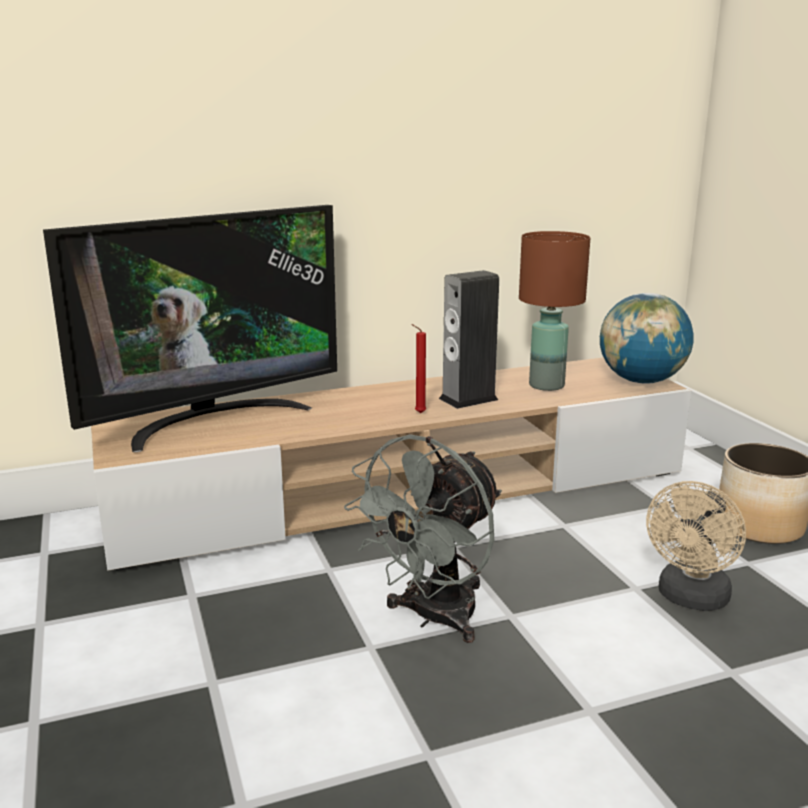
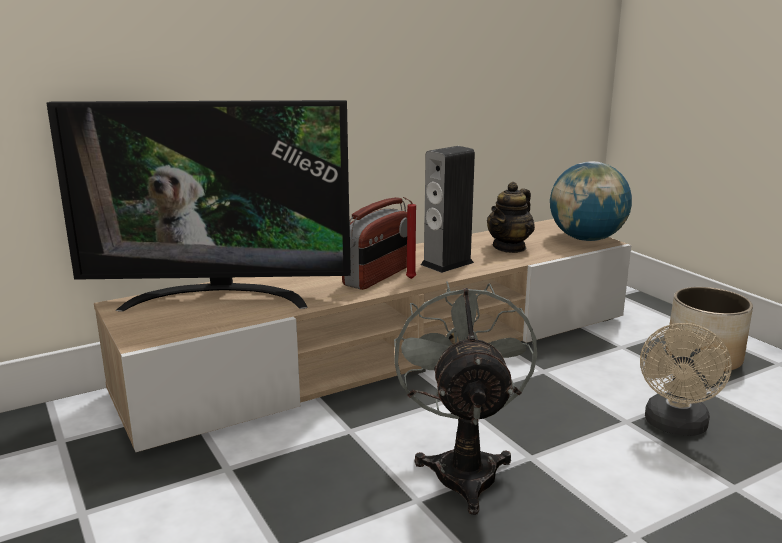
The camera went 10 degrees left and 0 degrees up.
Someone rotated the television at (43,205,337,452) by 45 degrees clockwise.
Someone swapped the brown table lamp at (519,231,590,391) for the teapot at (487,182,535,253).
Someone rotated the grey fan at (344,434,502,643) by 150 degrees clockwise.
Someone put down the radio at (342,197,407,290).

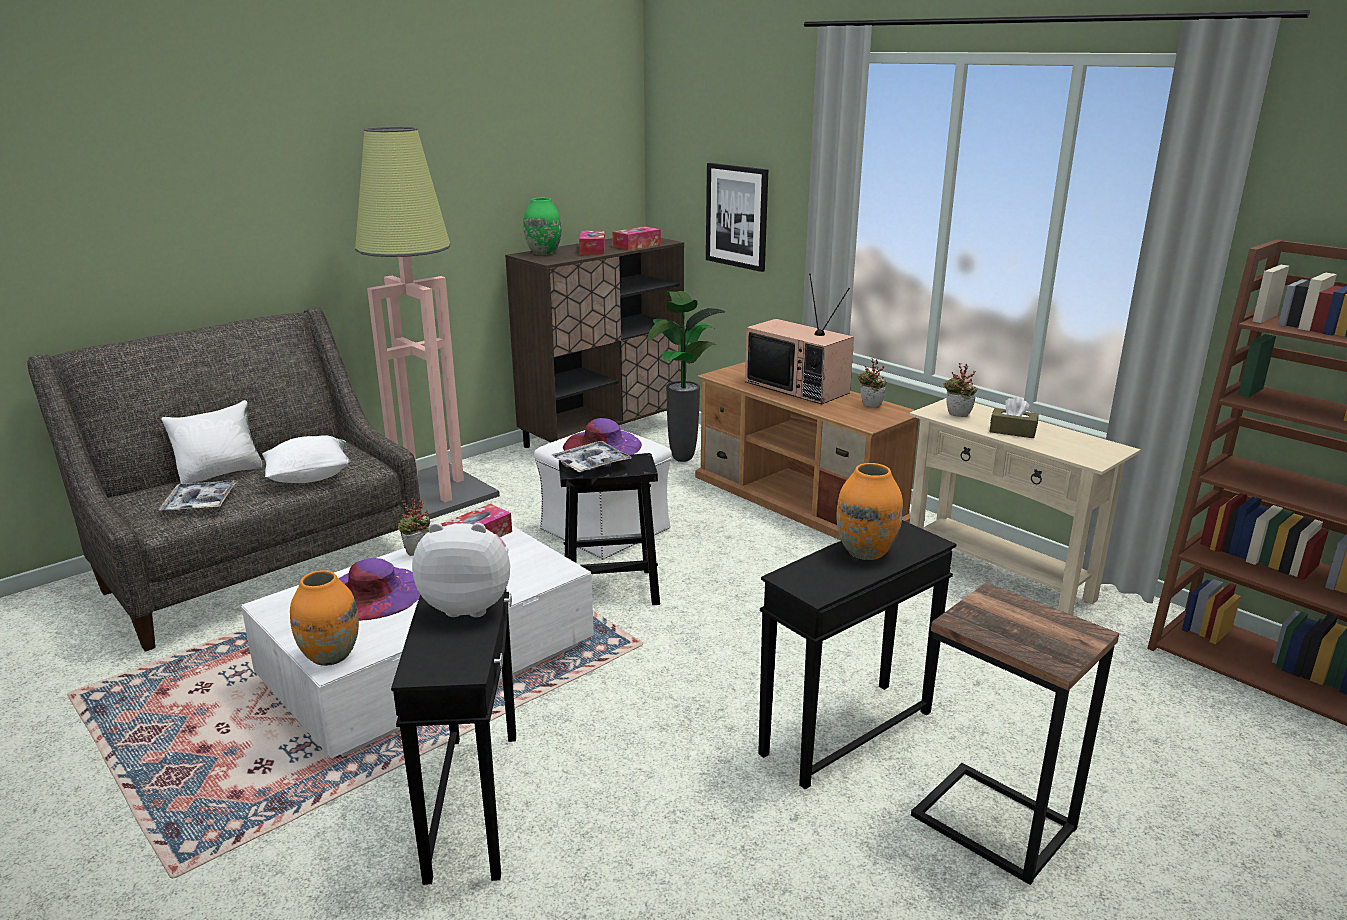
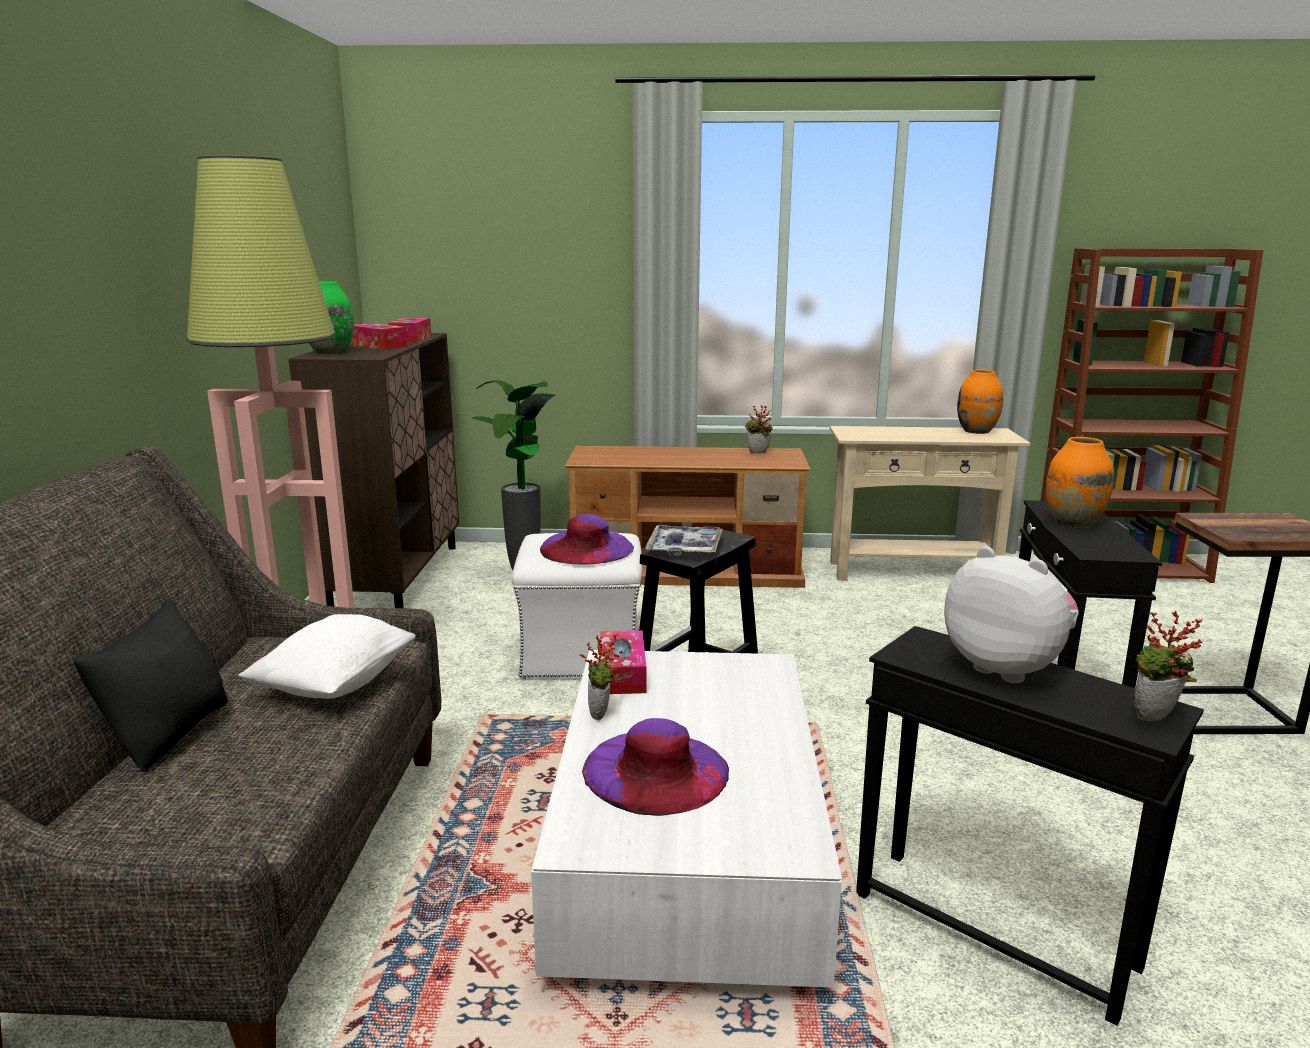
The camera went 45 degrees left and 5 degrees down.
Someone took away the picture at (706,163,768,272).
Someone took away the television at (745,274,854,404).
Someone carried the potted plant from (943,363,978,417) to (1135,611,1203,721).
Someone took away the brown tissue box at (989,396,1039,438).
Someone repainted the white pillow at (161,400,264,483), which became the black pillow at (74,598,228,772).
Someone took away the tray at (158,480,238,513).
Someone rotated the plush toy at (412,522,510,617) by 90 degrees clockwise.
Someone carried the orange vase from (290,570,359,666) to (957,369,1003,434).

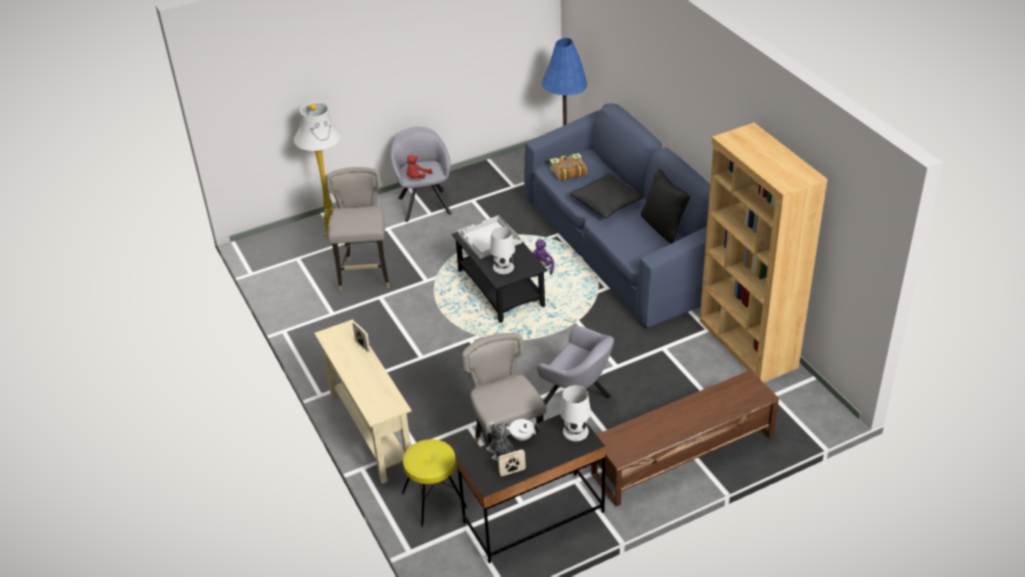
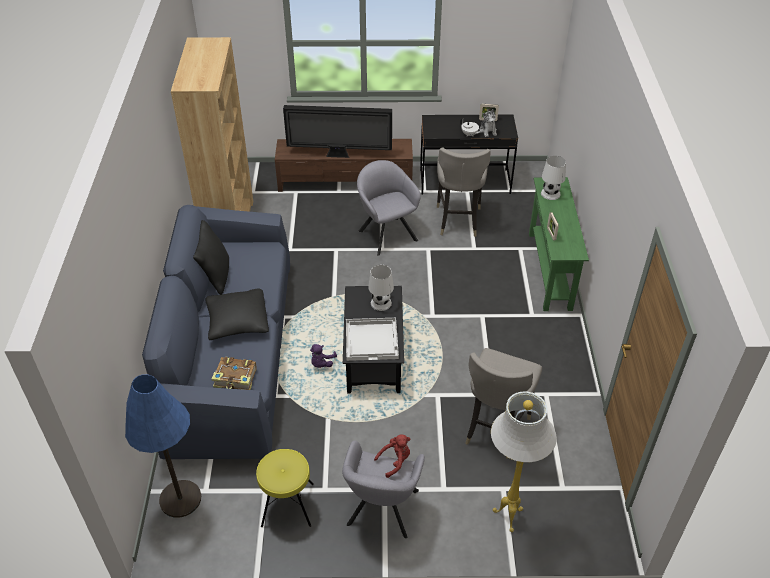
The camera went 155 degrees left and 5 degrees up.
Someone repainted the beige console table at (314,319,412,484), which became the green console table at (529,177,589,311).
Someone carried the white table lamp from (560,385,591,441) to (541,156,566,200).
Someone carried the yellow stool from (402,439,467,527) to (256,449,314,527).
Someone put down the television at (283,105,392,158).

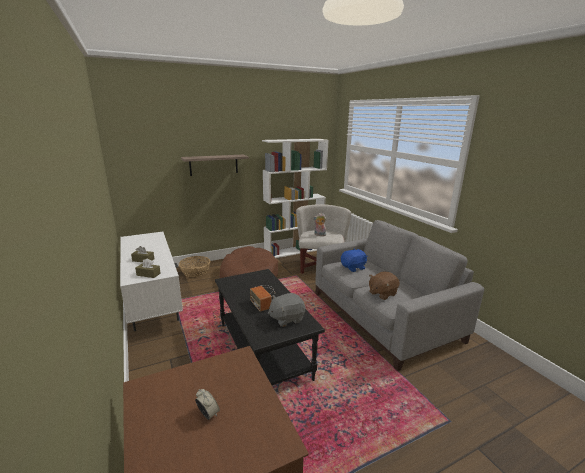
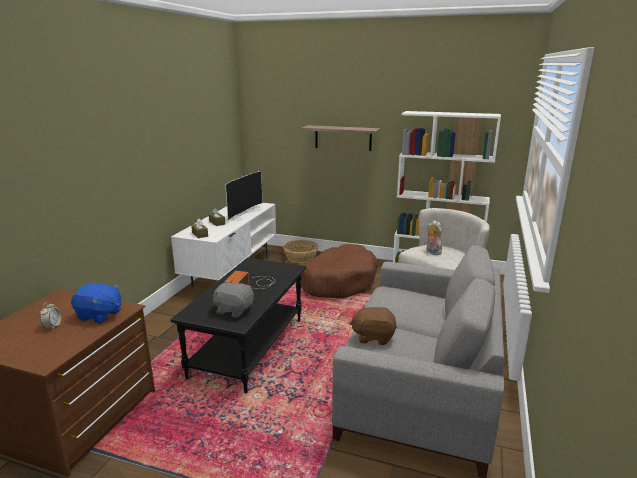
The camera went 45 degrees right and 0 degrees up.
Someone carried the blue plush toy from (341,249,368,272) to (71,283,121,324).
Someone put down the television at (225,171,263,221).

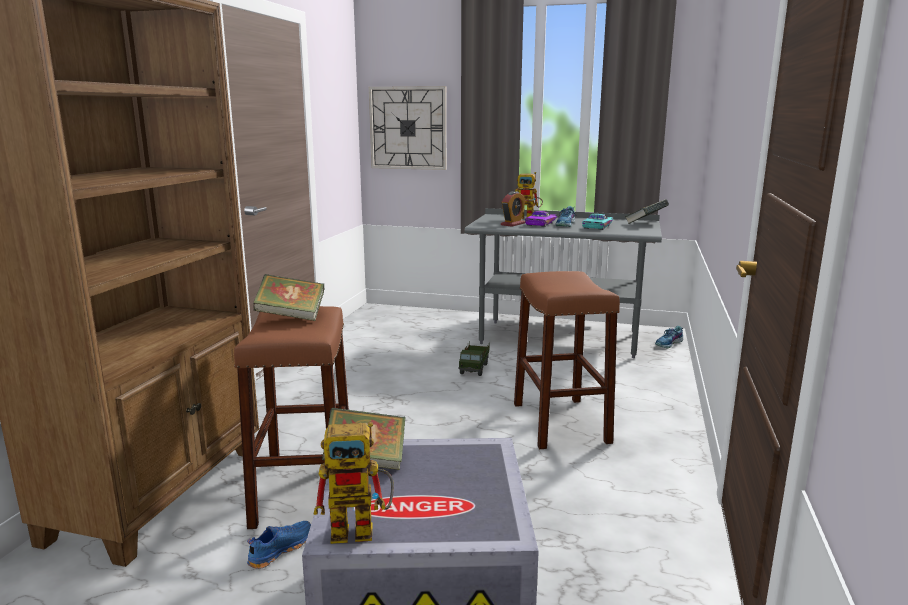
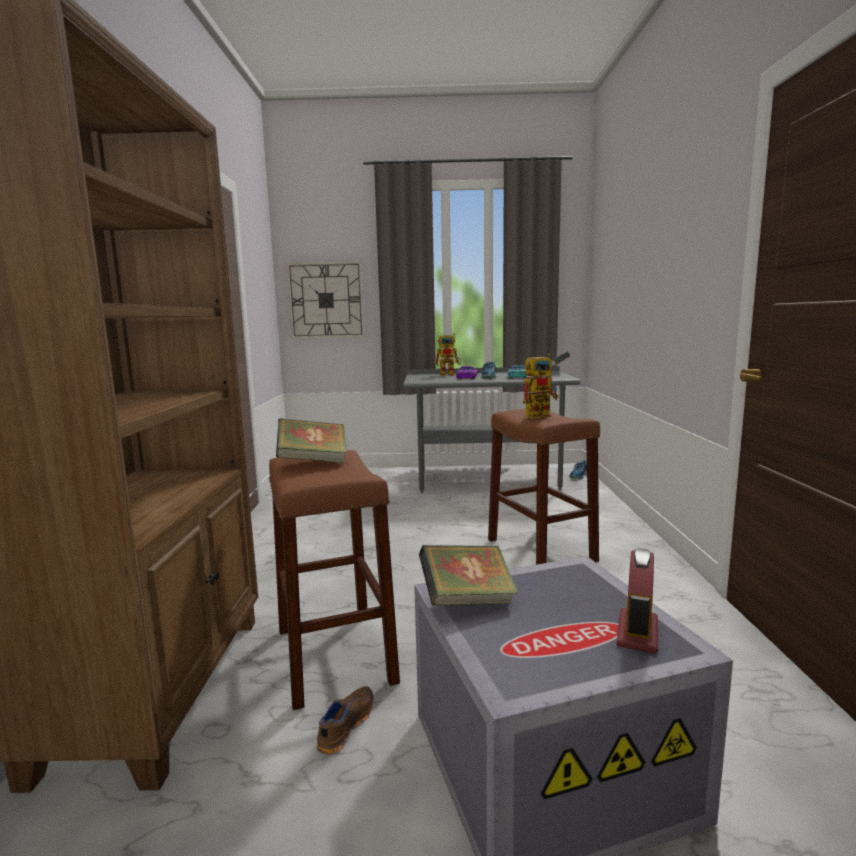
The camera went 15 degrees left and 5 degrees down.
Someone carried the alarm clock from (501,191,526,227) to (617,548,658,654).
Someone took away the toy truck at (459,341,490,376).
Someone carried the toy robot from (313,422,394,544) to (523,354,559,419).
Someone repainted the blue shoe at (247,521,311,569), which became the brown shoe at (317,686,374,755).

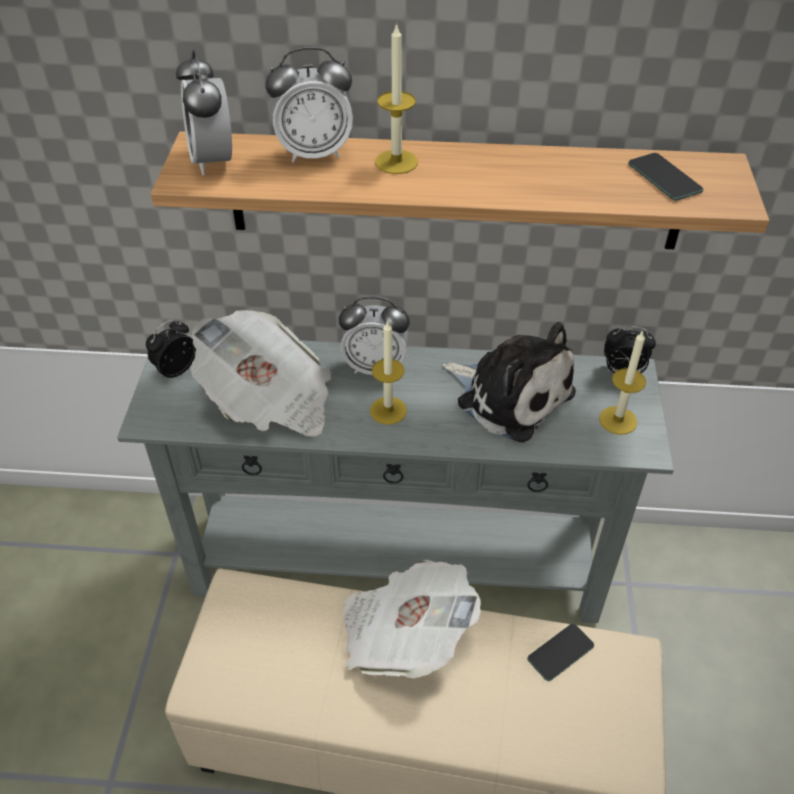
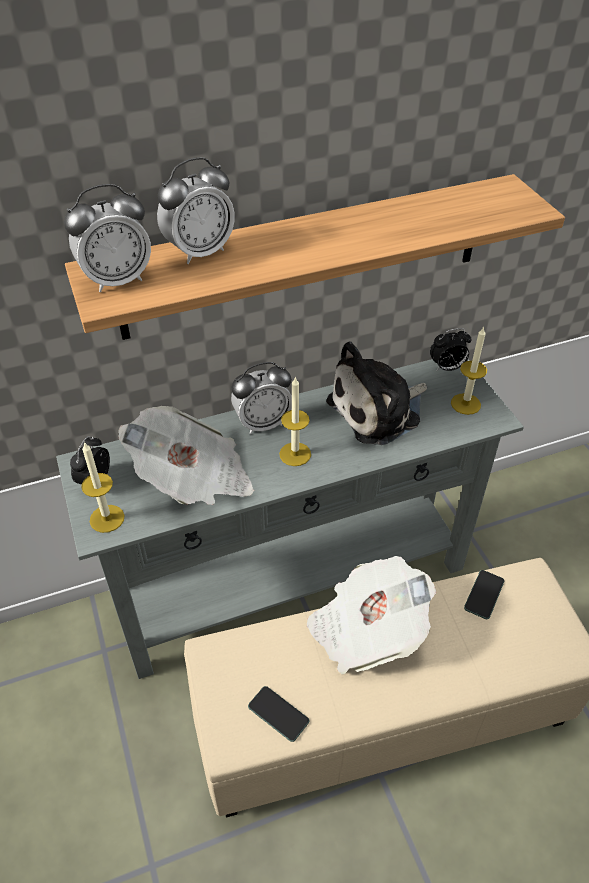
The camera went 25 degrees left and 0 degrees up.
Someone carried the candle from (375,22,418,174) to (81,442,125,533).
Someone rotated the alarm clock at (176,50,232,175) by 75 degrees counterclockwise.
Someone carried the phone from (628,153,703,201) to (248,686,310,742).
Someone rotated the plush toy at (443,322,576,443) by 135 degrees clockwise.

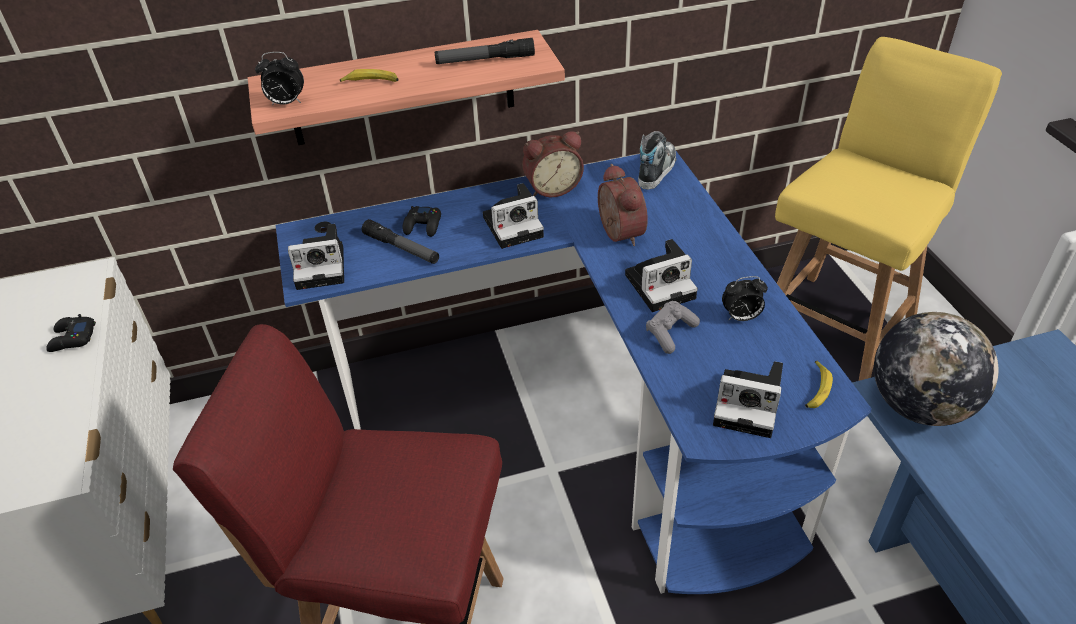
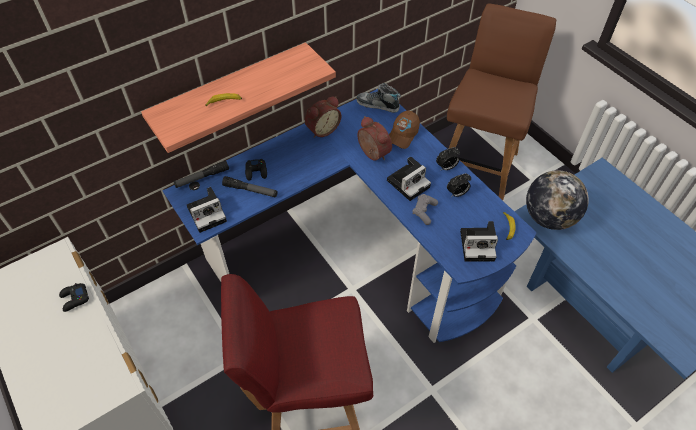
The camera went 20 degrees left and 10 degrees up.
Someone repainted the yellow chair at (775,37,1002,381), which became the brown chair at (447,4,557,200).
Someone carried the flashlight from (435,38,535,64) to (174,160,229,188).
Someone carried the alarm clock from (255,52,304,106) to (436,147,460,170).
Someone rotated the shoe at (638,131,676,190) by 75 degrees counterclockwise.
Someone took away the photo camera at (483,183,544,249).
Someone put down the brown cap at (389,111,420,149).

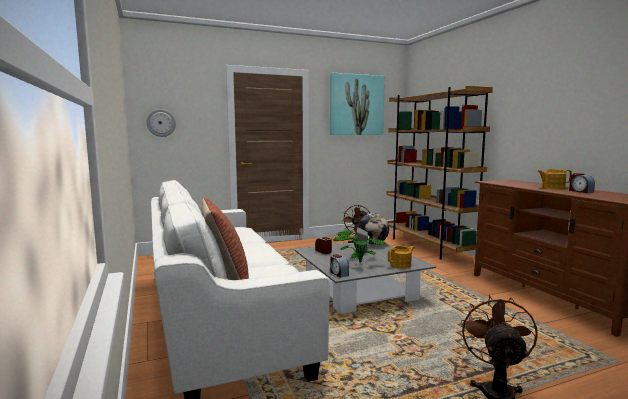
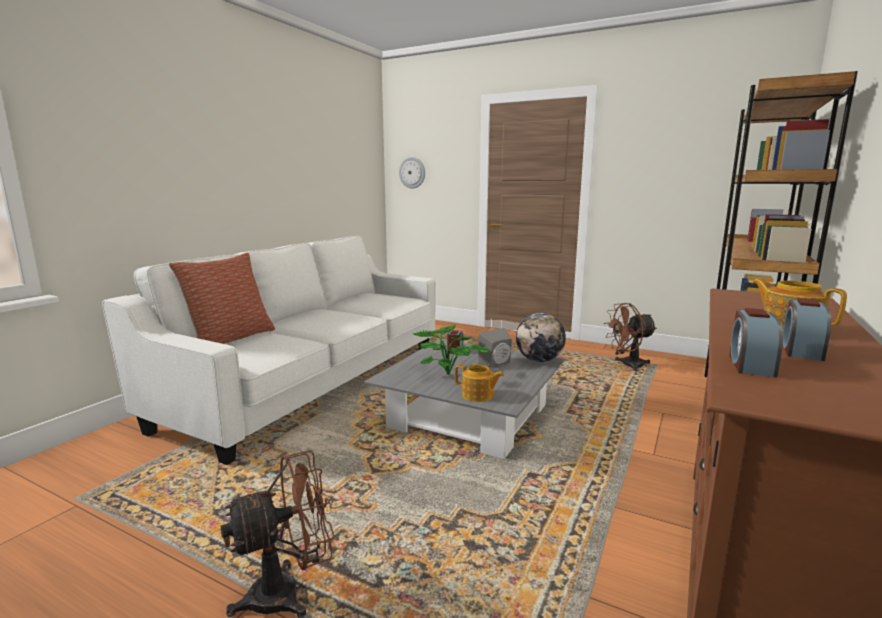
The camera went 50 degrees right and 5 degrees up.
Someone took away the picture at (330,73,385,135).
Someone carried the alarm clock from (330,254,349,278) to (729,308,783,378).

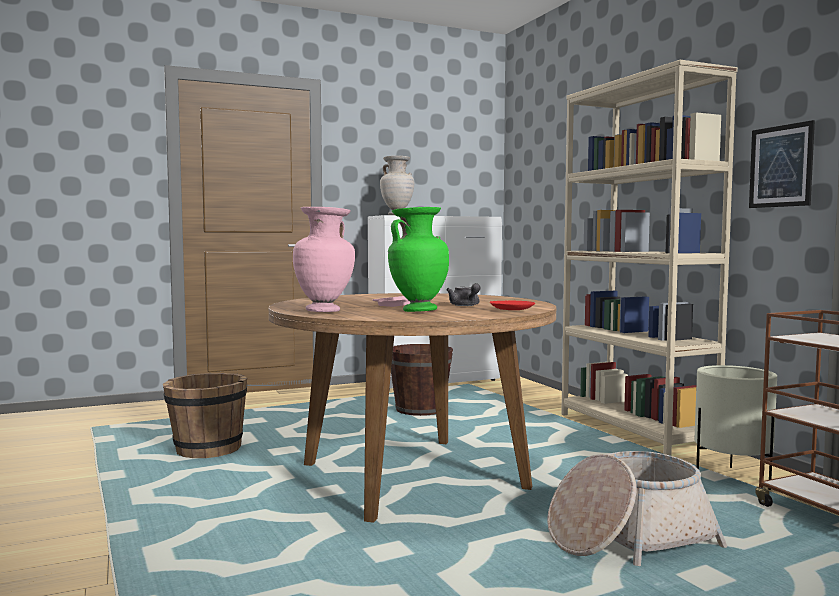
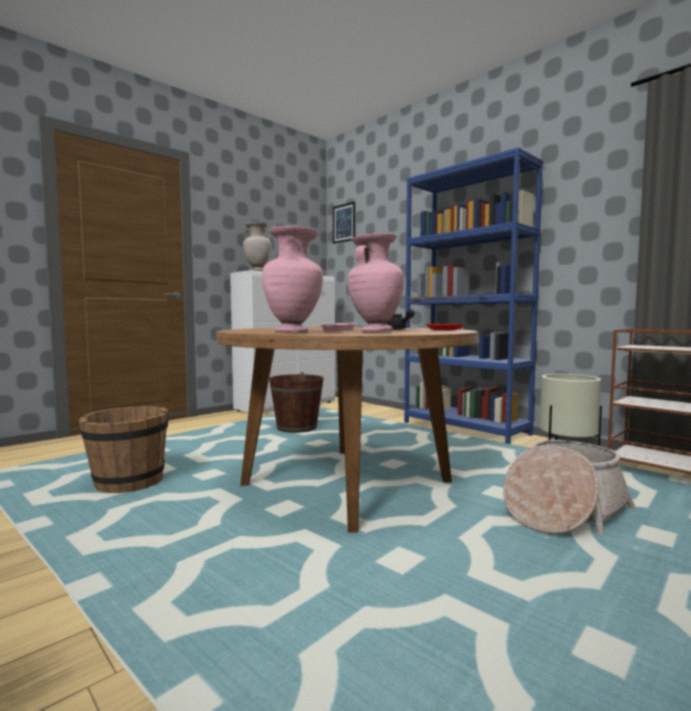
The camera went 20 degrees left and 0 degrees up.
Someone repainted the beige bookcase at (561,60,738,456), which became the blue bookcase at (404,147,544,444).
Someone carried the picture from (749,120,815,208) to (333,201,355,244).
Someone repainted the green vase at (388,207,449,312), which became the pink vase at (348,233,404,332).

